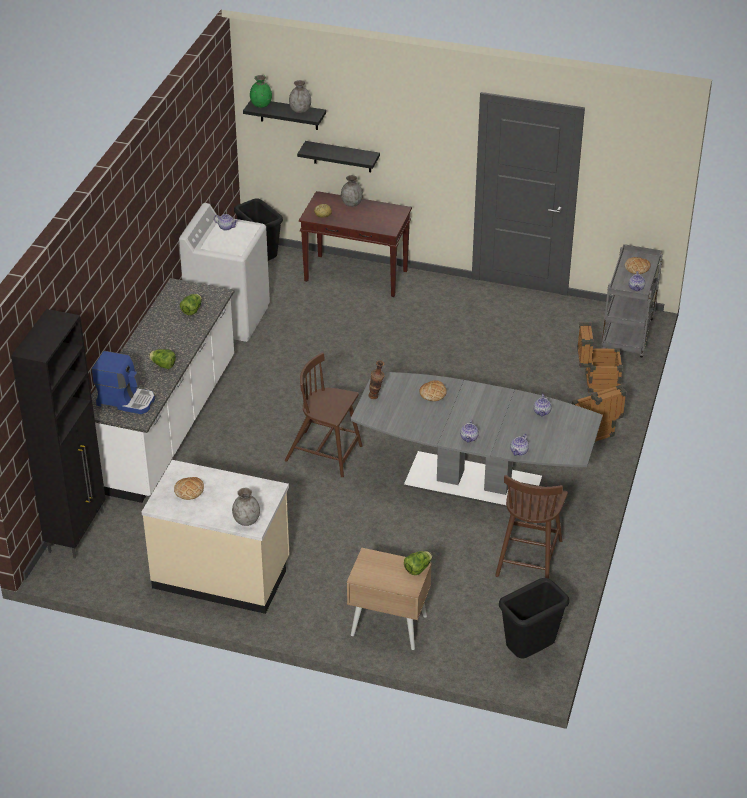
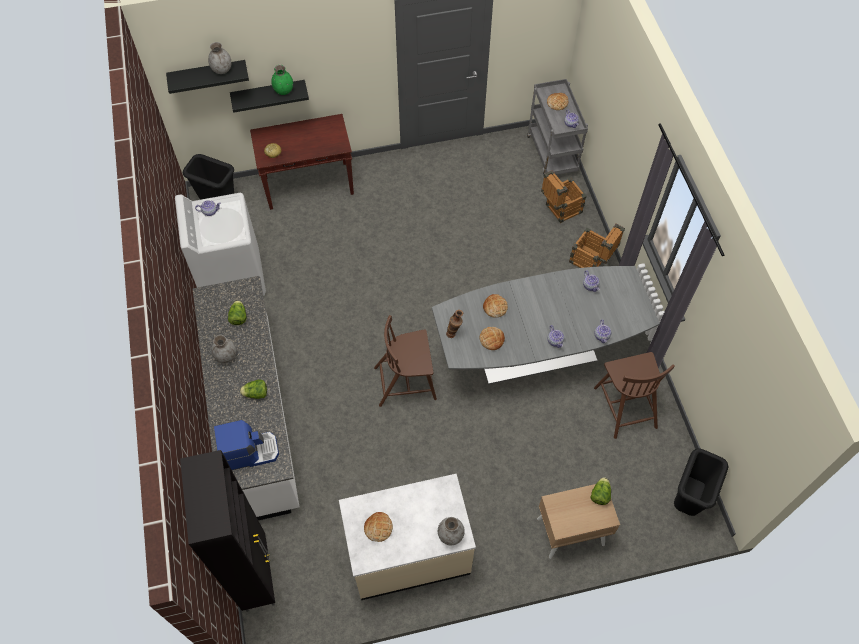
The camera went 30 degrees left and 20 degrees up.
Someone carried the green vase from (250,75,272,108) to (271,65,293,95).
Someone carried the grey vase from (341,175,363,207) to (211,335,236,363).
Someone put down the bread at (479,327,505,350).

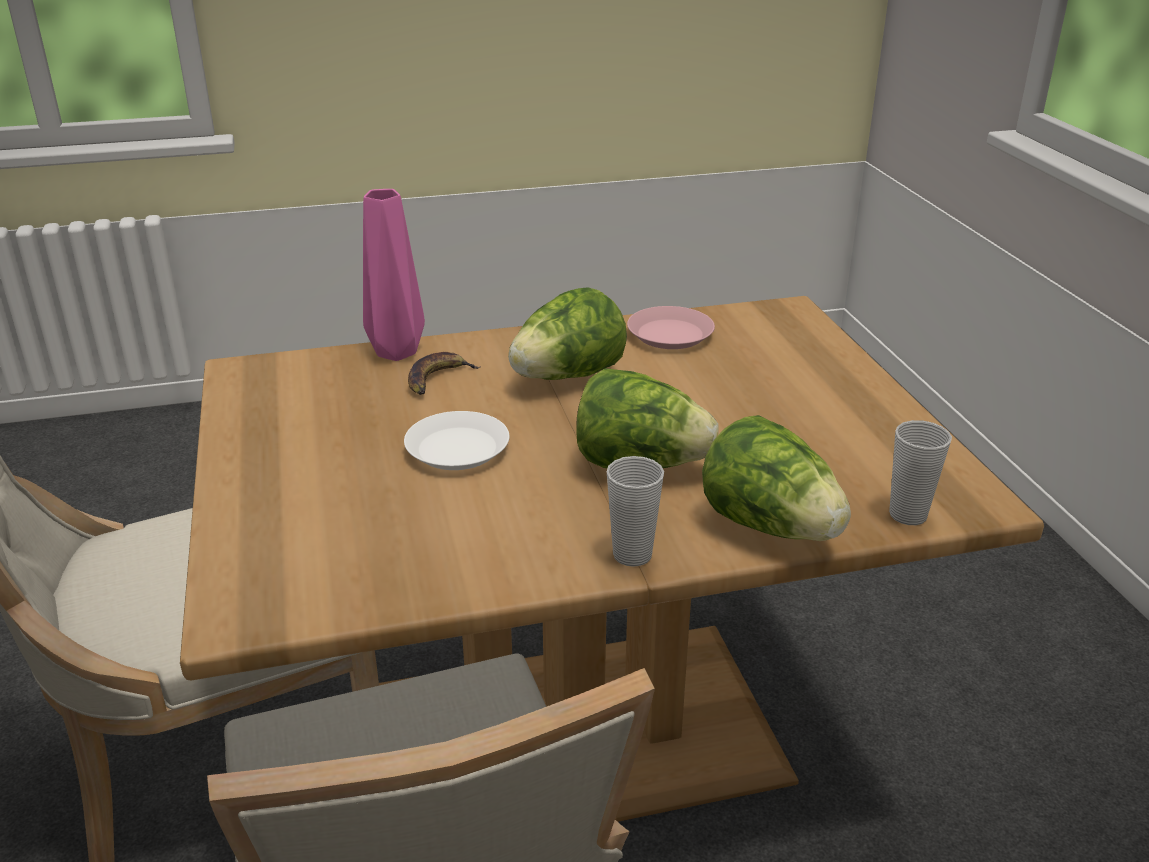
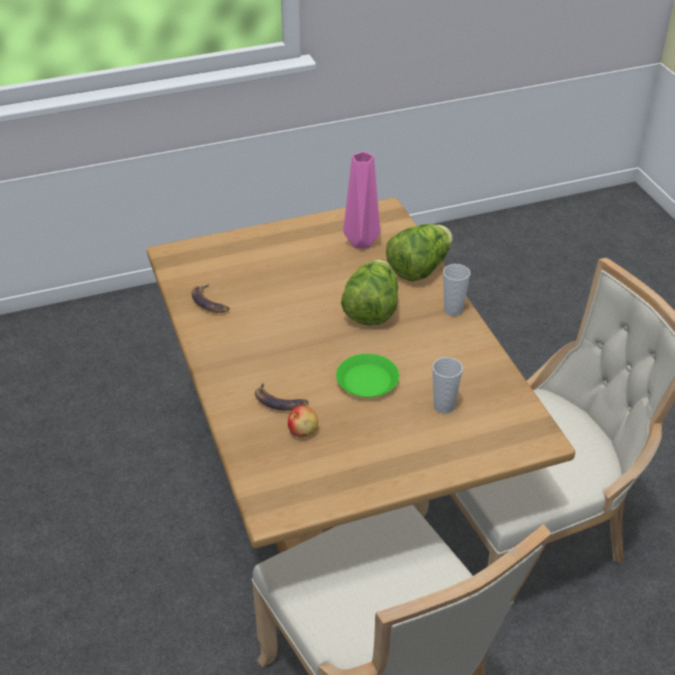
The camera went 95 degrees left and 10 degrees up.
Someone carried the pink vase from (363,189,425,361) to (343,151,380,248).
Someone took away the lettuce at (508,287,627,380).
Someone swapped the pink plate at (627,306,715,349) for the banana at (192,284,230,313).
Someone repainted the white plate at (404,411,509,470), which became the green plate at (336,354,399,397).
Someone carried the cup from (889,420,952,525) to (432,357,463,414).
Someone put down the apple at (288,405,318,437).

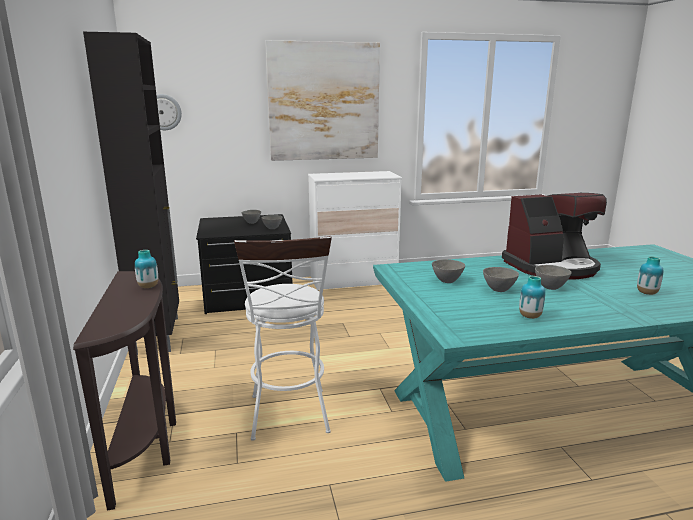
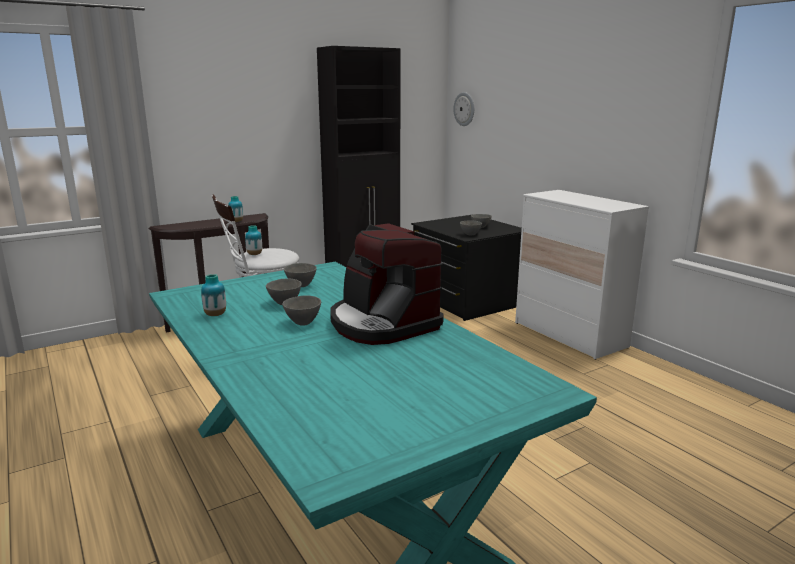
The camera went 70 degrees right and 0 degrees up.
Someone took away the picture at (265,40,380,161).
Someone carried the vase from (637,256,663,295) to (245,225,262,255).

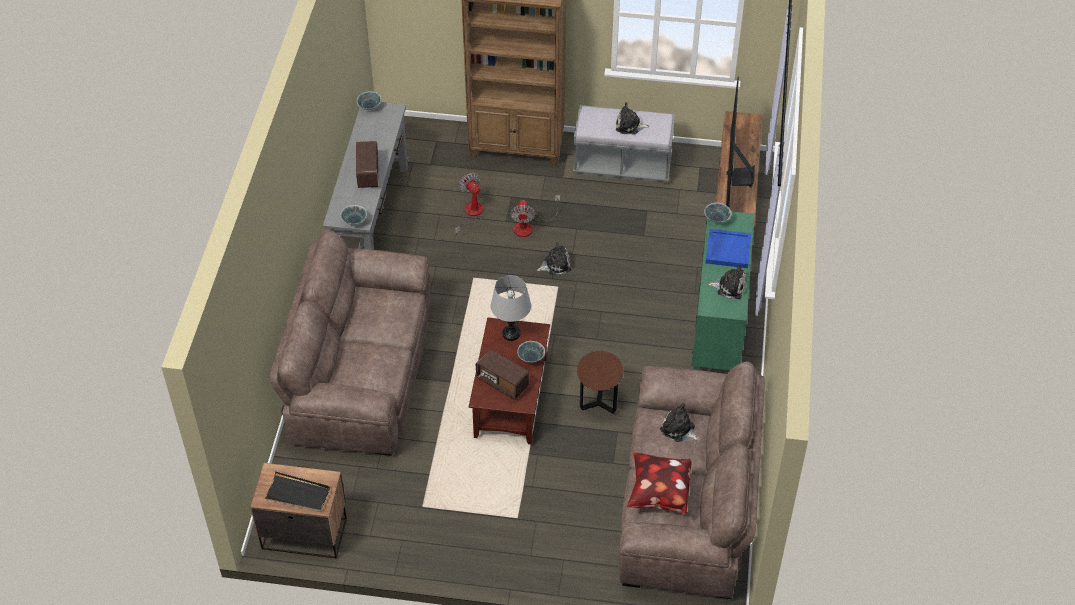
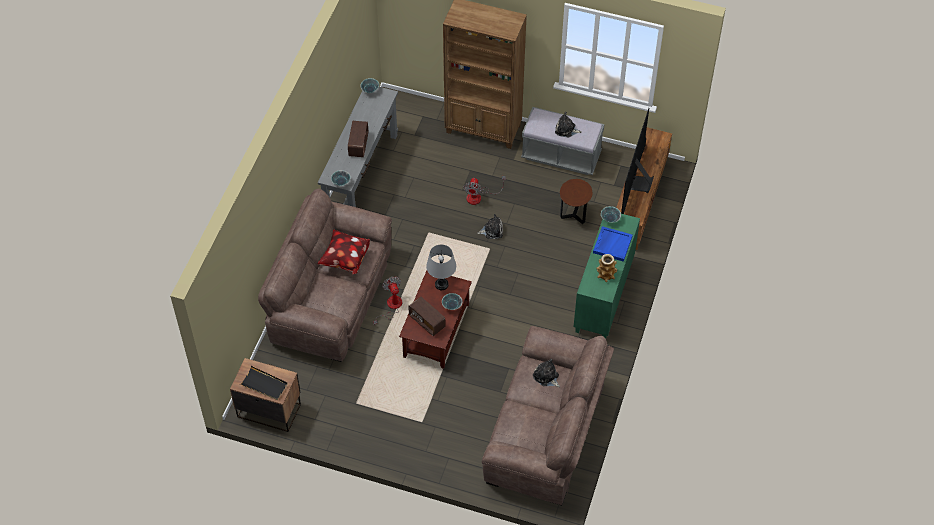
The camera went 10 degrees right and 5 degrees up.
Someone carried the fan from (455,173,484,236) to (373,276,402,325).
Someone swapped the plush toy at (708,264,747,299) for the vase at (596,254,617,282).
Someone carried the brown side table from (577,351,624,414) to (560,179,592,224).
Someone carried the pillow from (626,452,692,515) to (317,229,370,274).

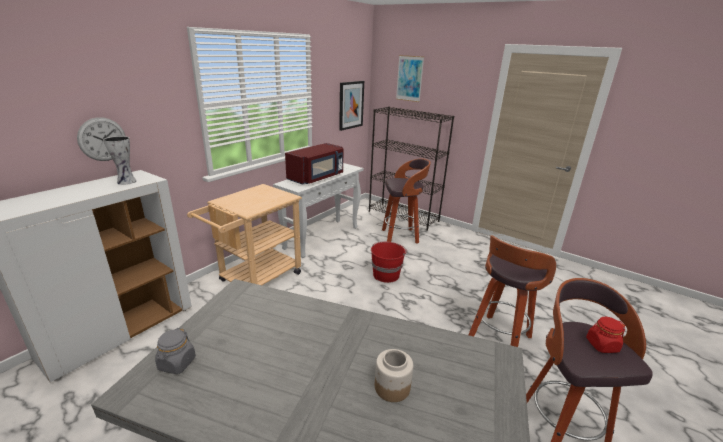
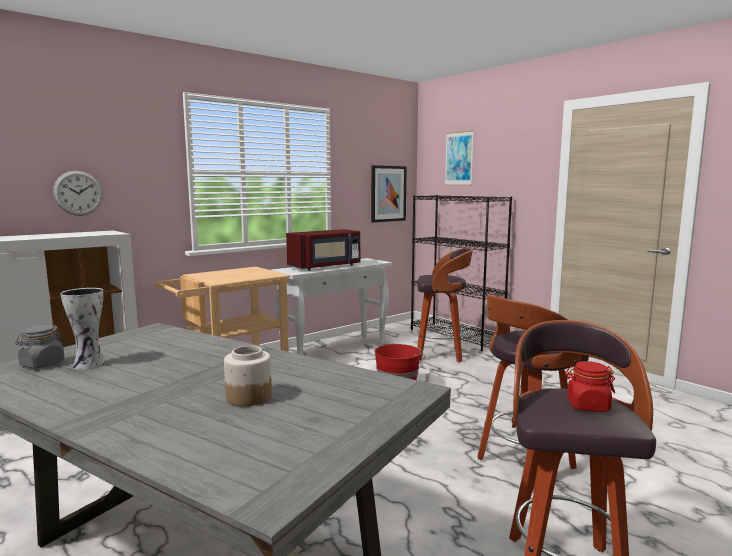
The camera went 15 degrees right and 15 degrees down.
Someone carried the vase from (103,136,136,185) to (61,288,106,370).

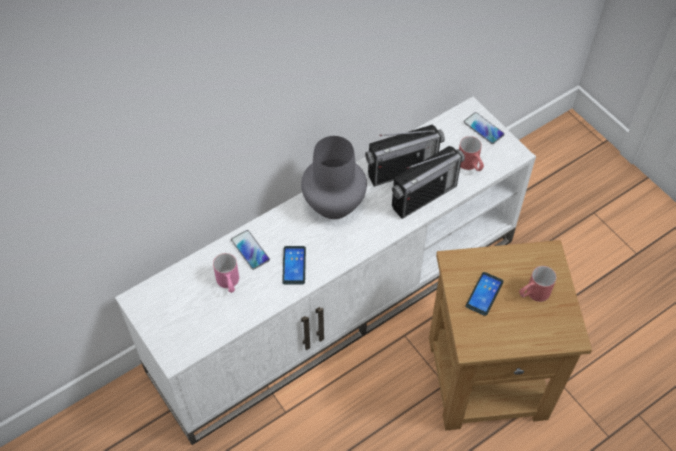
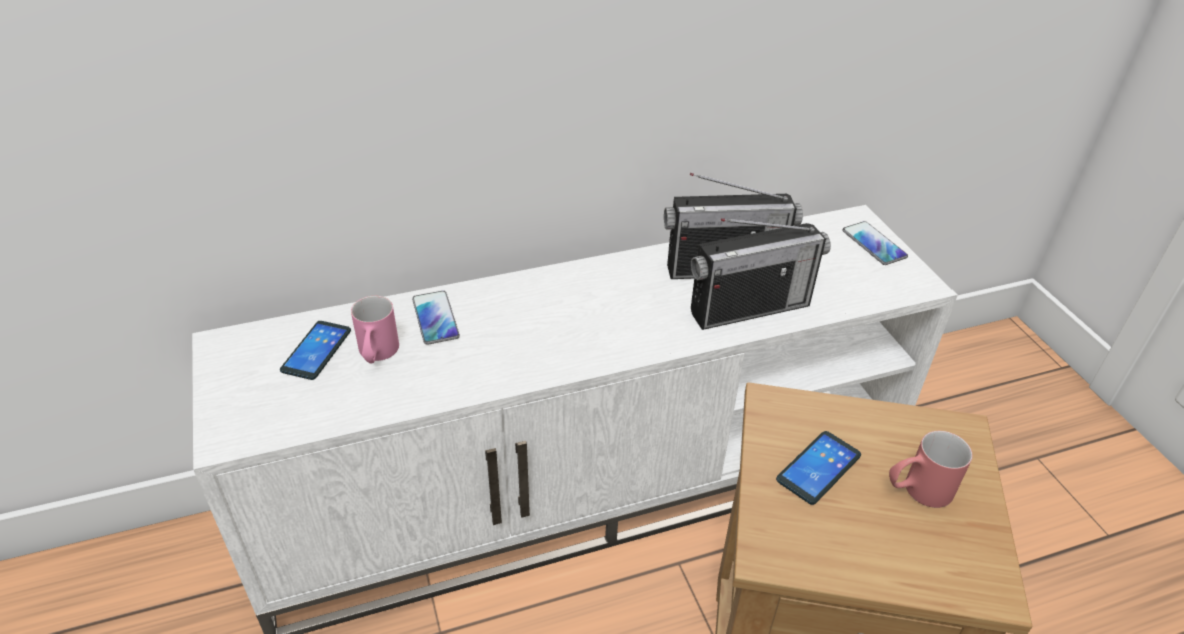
The camera went 15 degrees right and 15 degrees down.
Someone took away the grey vase at (301,136,367,219).
Someone took away the red mug at (459,136,484,171).
Someone carried the phone from (282,246,306,285) to (280,321,351,380).

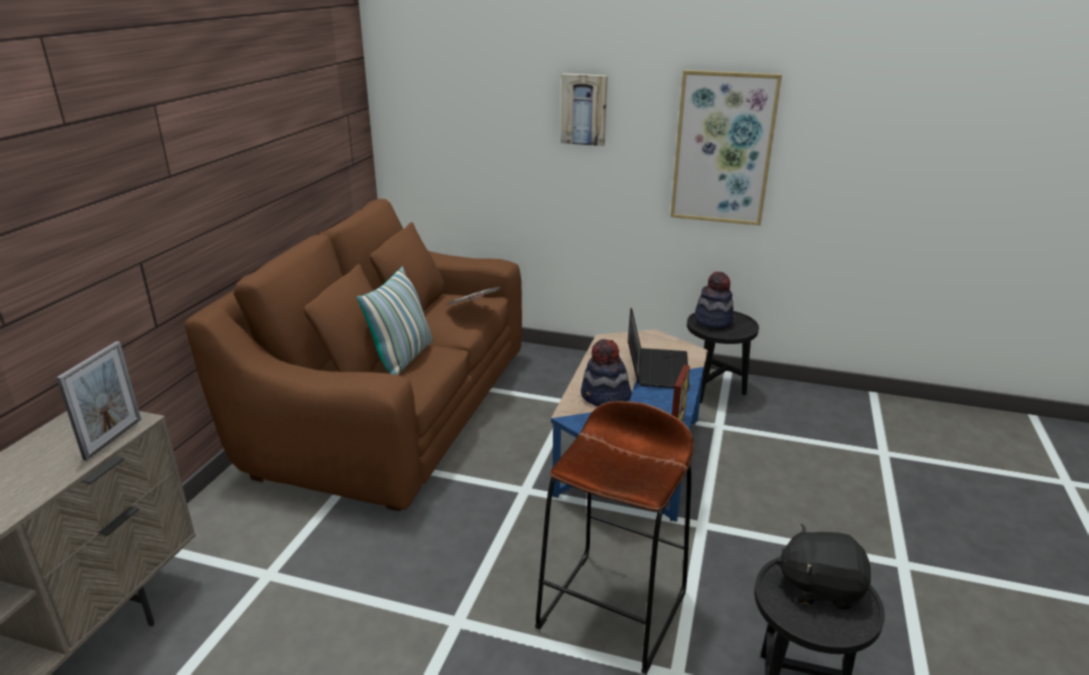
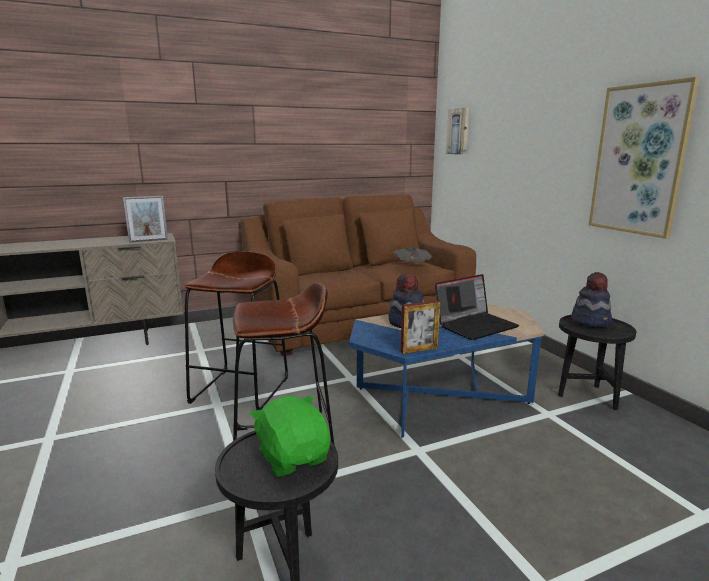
The camera went 50 degrees right and 10 degrees down.
Someone carried the picture from (561,73,608,146) to (446,107,469,155).
Someone took away the pillow at (357,266,433,375).
Someone repainted the black plush toy at (775,524,871,610), which became the green plush toy at (250,395,330,477).
Someone put down the brown stool at (185,251,288,410).

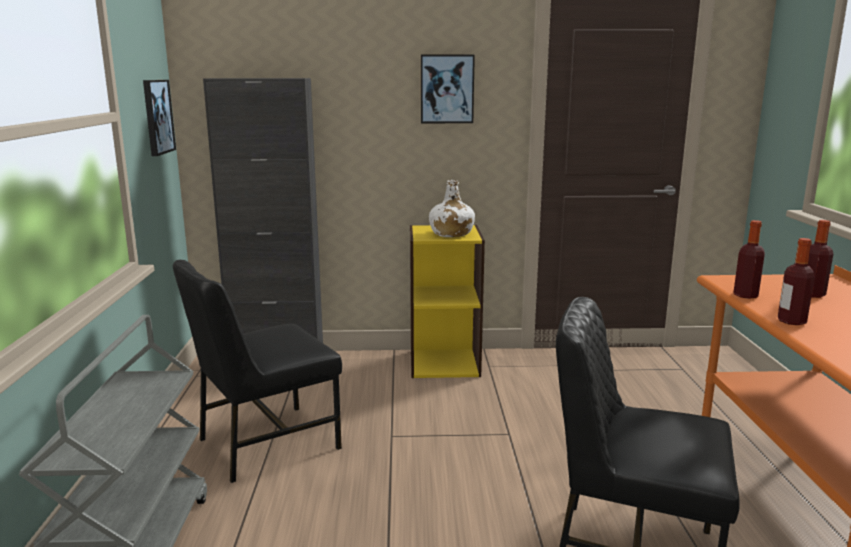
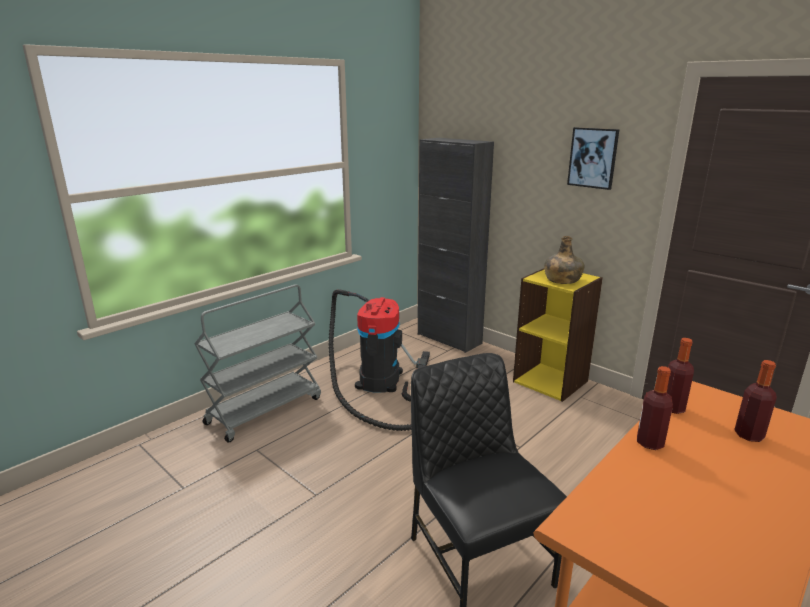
The camera went 45 degrees right and 5 degrees up.
Someone took away the picture at (143,80,176,156).
Someone repainted the white bottle at (429,180,475,237), which became the green bottle at (544,236,585,284).
Someone swapped the black chair at (173,260,342,483) for the vacuum cleaner at (328,289,430,431).

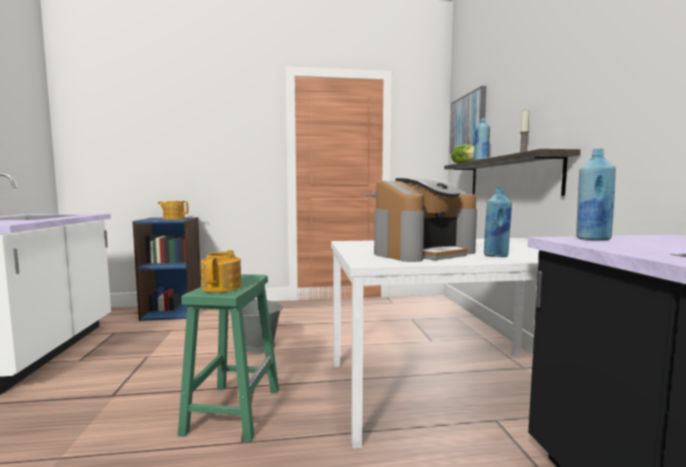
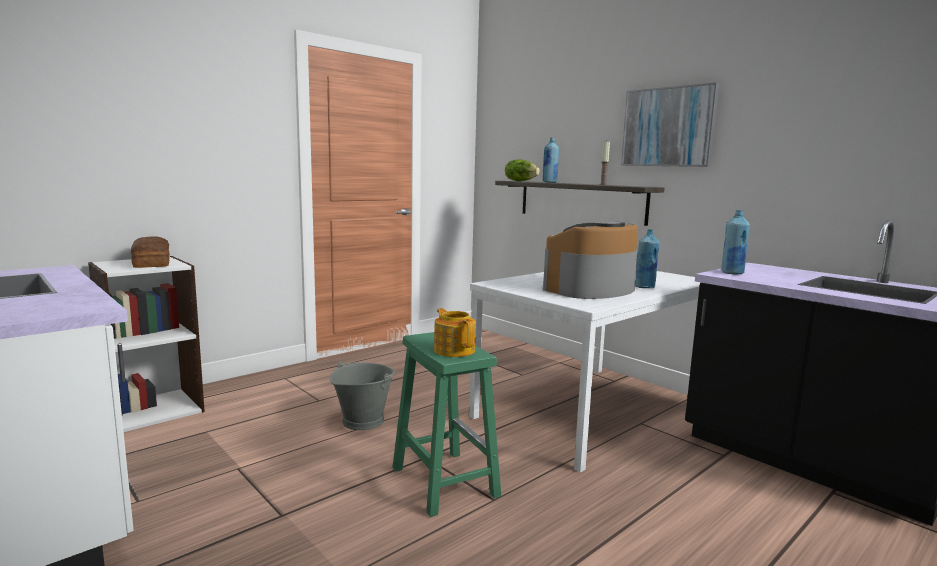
The camera went 35 degrees left and 5 degrees up.
Someone carried the picture from (450,86,486,153) to (621,82,719,167).
Someone rotated the coffee machine at (374,178,477,262) by 150 degrees counterclockwise.
Someone swapped the teapot at (158,201,189,220) for the bread at (131,236,170,268).
Someone repainted the blue bookcase at (132,217,201,321), which became the white bookcase at (88,256,205,432).

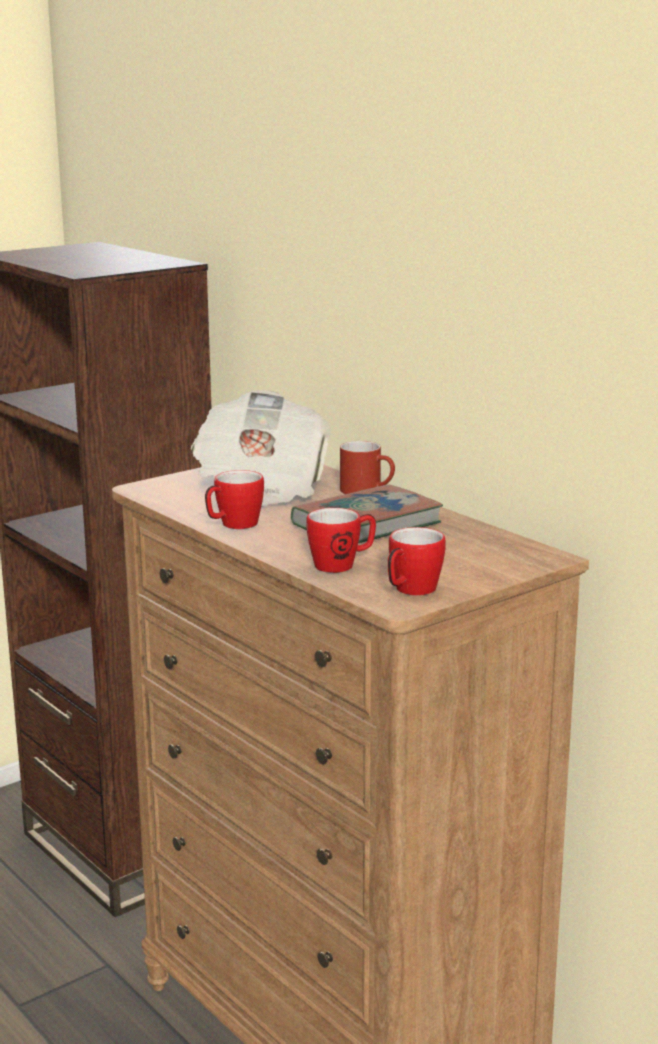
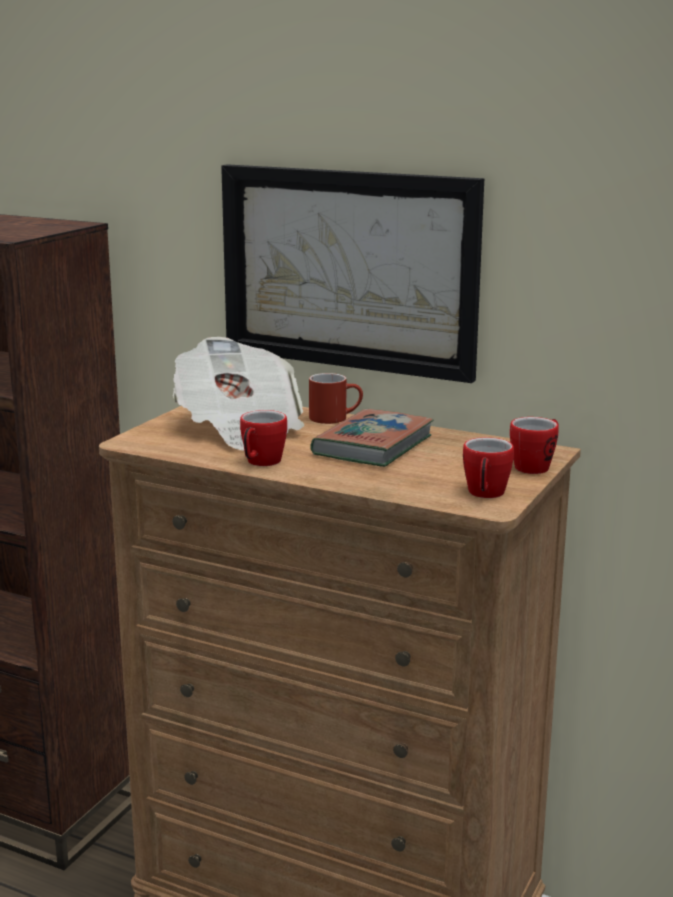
The camera went 25 degrees left and 0 degrees up.
Someone carried the mug from (306,508,376,573) to (510,417,559,474).
Someone put up the picture at (221,164,484,383).

